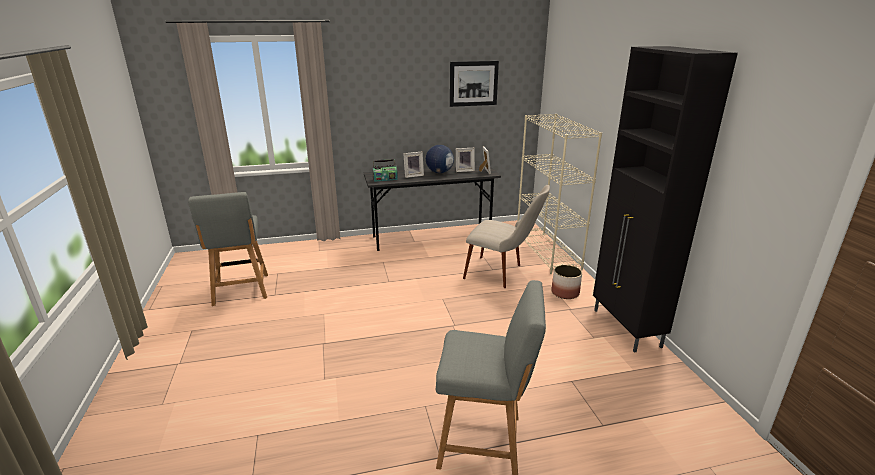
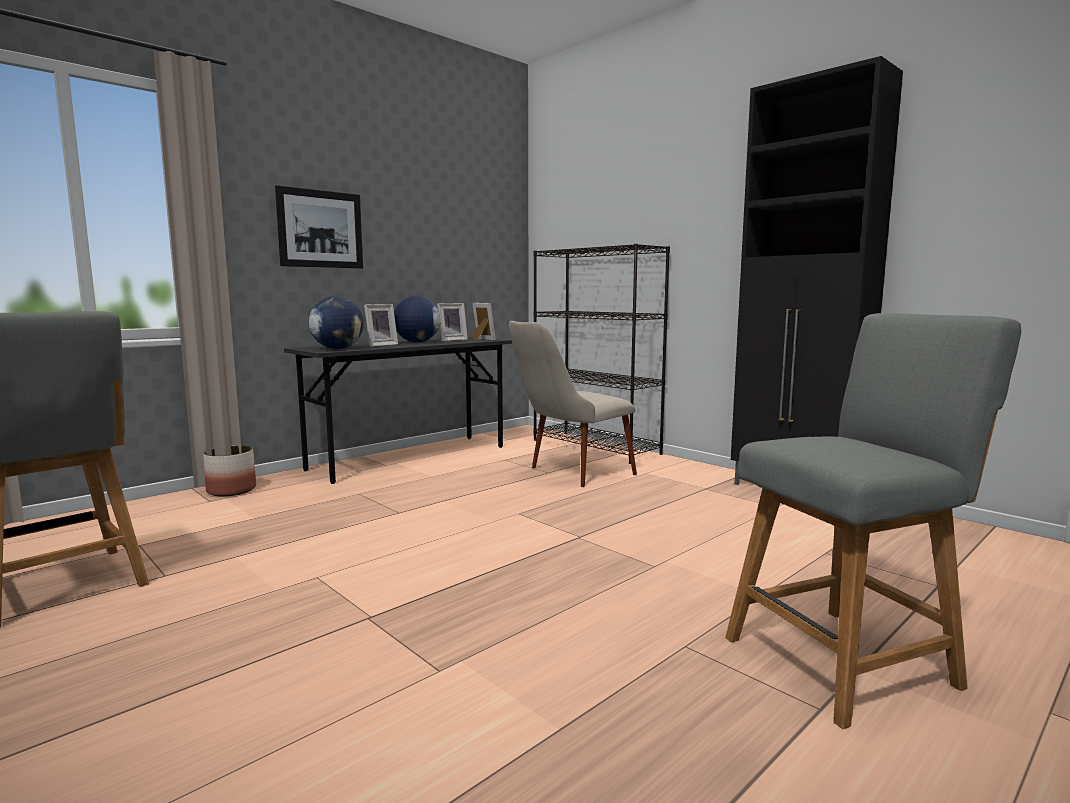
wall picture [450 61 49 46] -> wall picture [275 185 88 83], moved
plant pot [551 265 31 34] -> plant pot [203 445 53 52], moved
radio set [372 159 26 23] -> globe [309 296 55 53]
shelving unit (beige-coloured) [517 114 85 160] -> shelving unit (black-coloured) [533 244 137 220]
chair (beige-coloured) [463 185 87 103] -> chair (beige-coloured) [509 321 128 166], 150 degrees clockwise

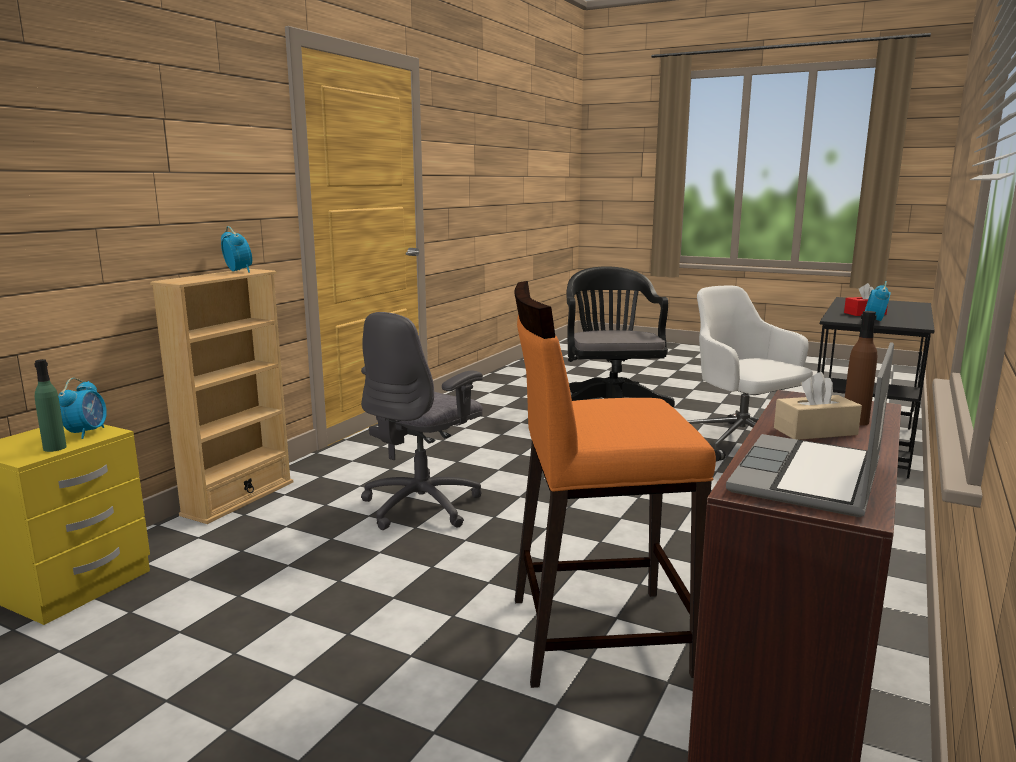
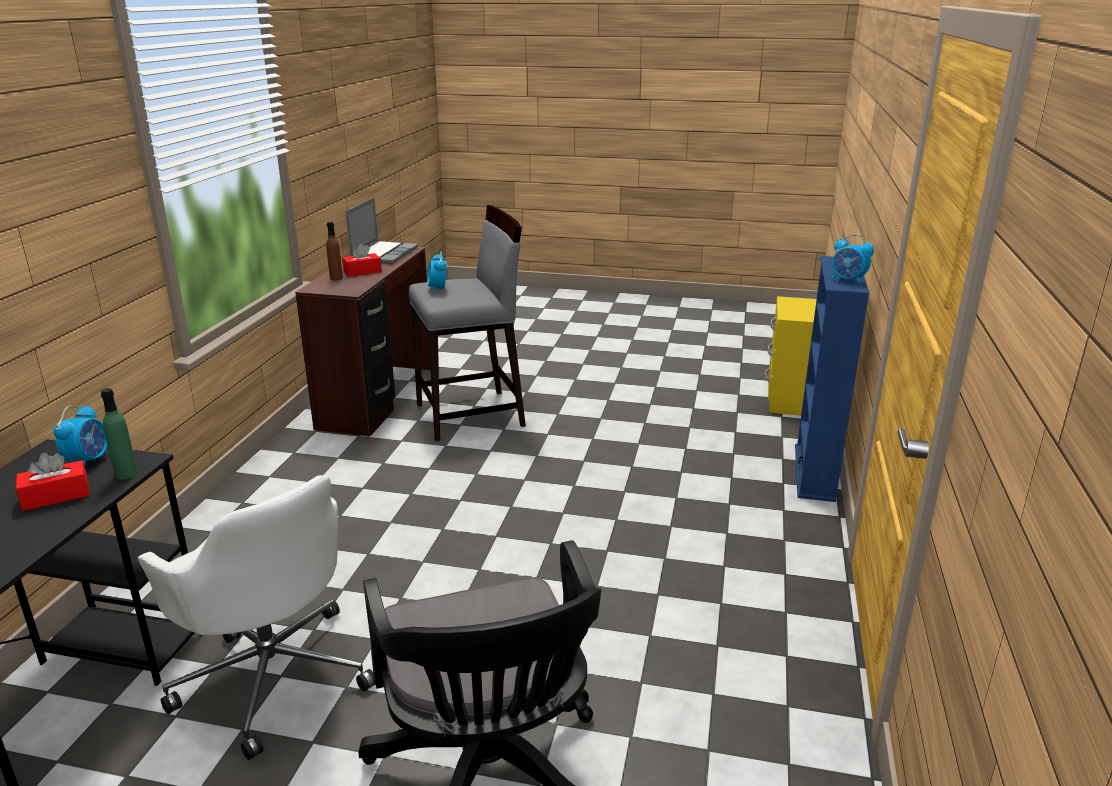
office chair (greyish) [361 312 122 218] -> none
beverage bottle (green-coloured) [34 359 33 93] -> beverage bottle (green-coloured) [101 388 37 92], moved
alarm clock [58 378 49 61] -> alarm clock [428 252 19 41], moved
shelving unit (beige-coloured) [150 269 143 255] -> shelving unit (blue-coloured) [795 256 74 246]
stool seat (orange) [514 281 202 407] -> stool seat (greyish) [409 205 117 236]
tissue holder (beige-coloured) [774 372 88 68] -> tissue holder (reddish) [342 244 40 32]

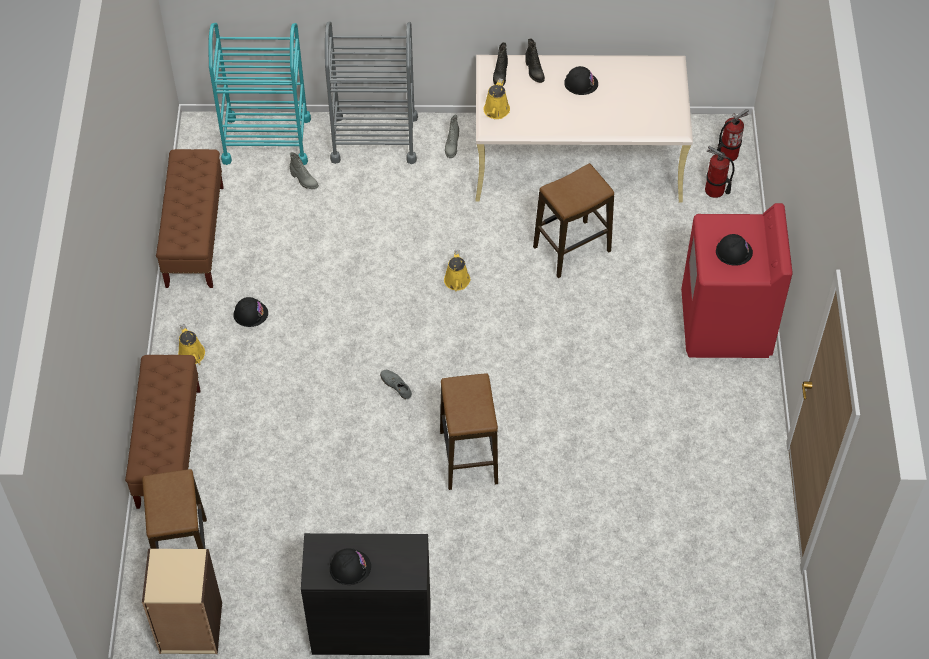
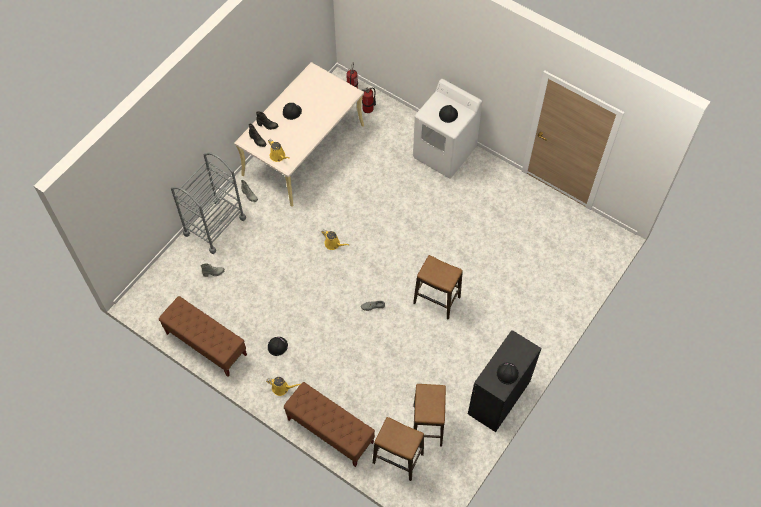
shelving unit (beige-coloured) [142 549 80 105] -> none
cart (turquoise-coloured) [208 23 103 142] -> none
stool seat [533 163 81 115] -> stool seat [413 384 33 63], moved
laundry machine (reddish) [681 203 112 155] -> laundry machine (white) [413 79 69 100]

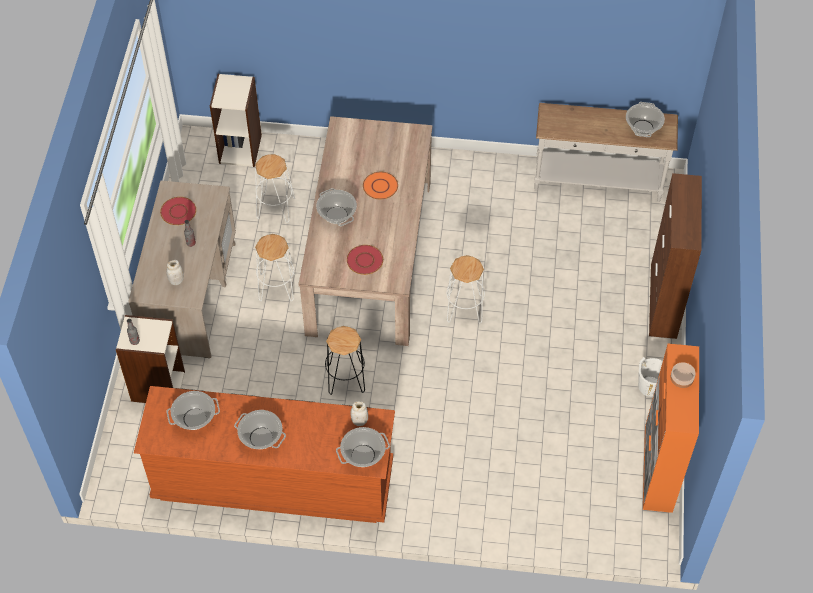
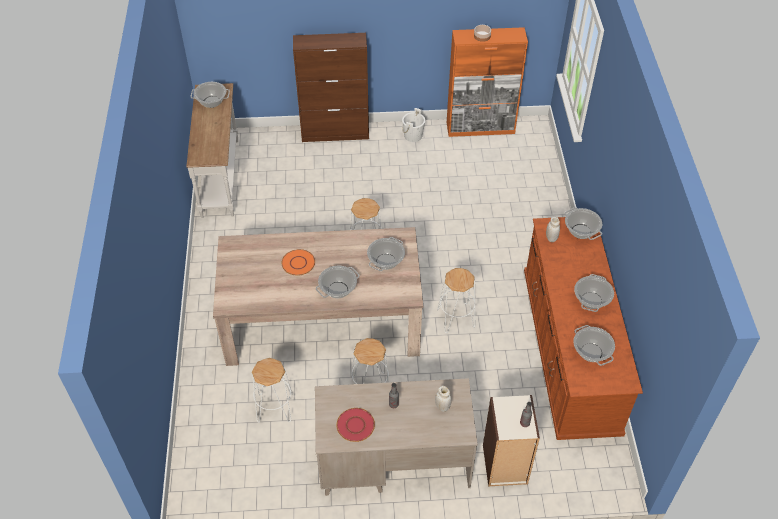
shelving unit [210 74 52 93] -> none
flat dish (reddish) [347 245 36 30] -> saucepot [367 237 38 34]
stool seat (black-coloured) [325 326 40 69] -> stool seat (white) [437 268 38 65]

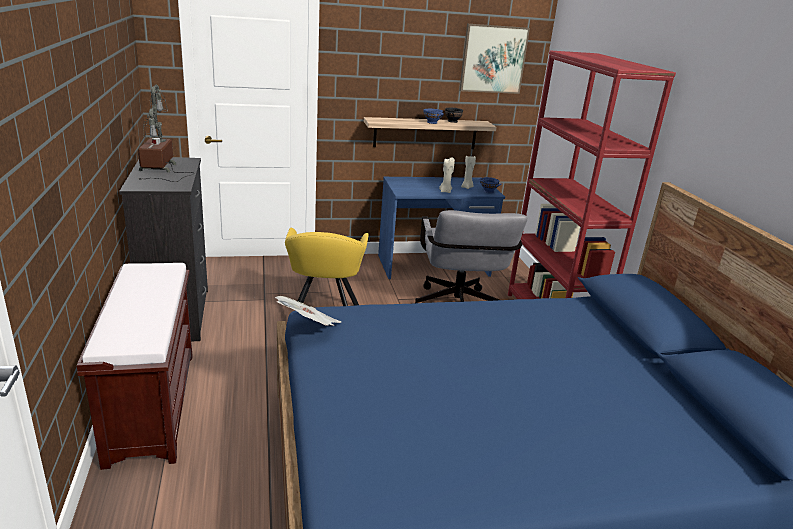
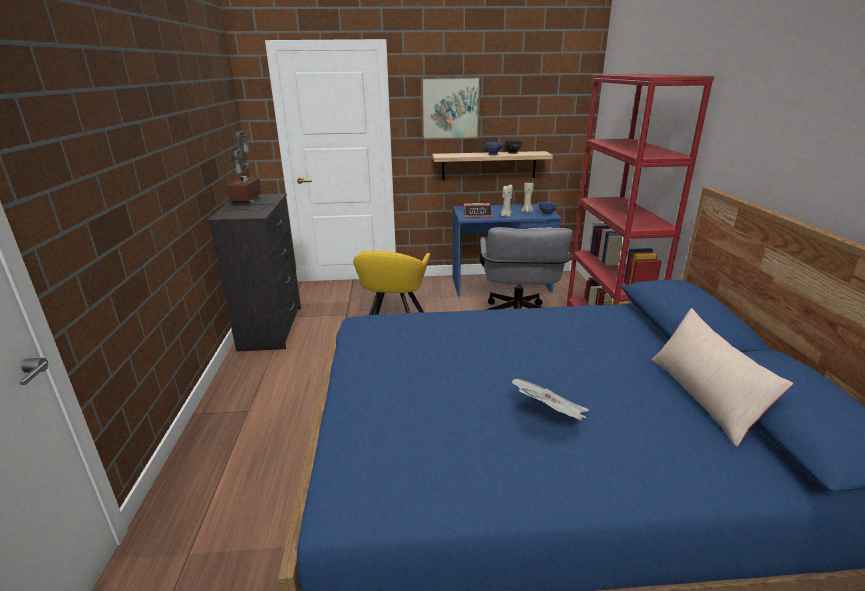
indoor bench (brown) [76 263 117 207] -> none
none -> alarm clock [464 203 28 15]
none -> pillow (beige-coloured) [652 308 141 139]
printed paper [275 296 66 30] -> printed paper [512 379 77 41], moved
wall picture [459 24 71 70] -> wall picture [421 77 60 63], moved

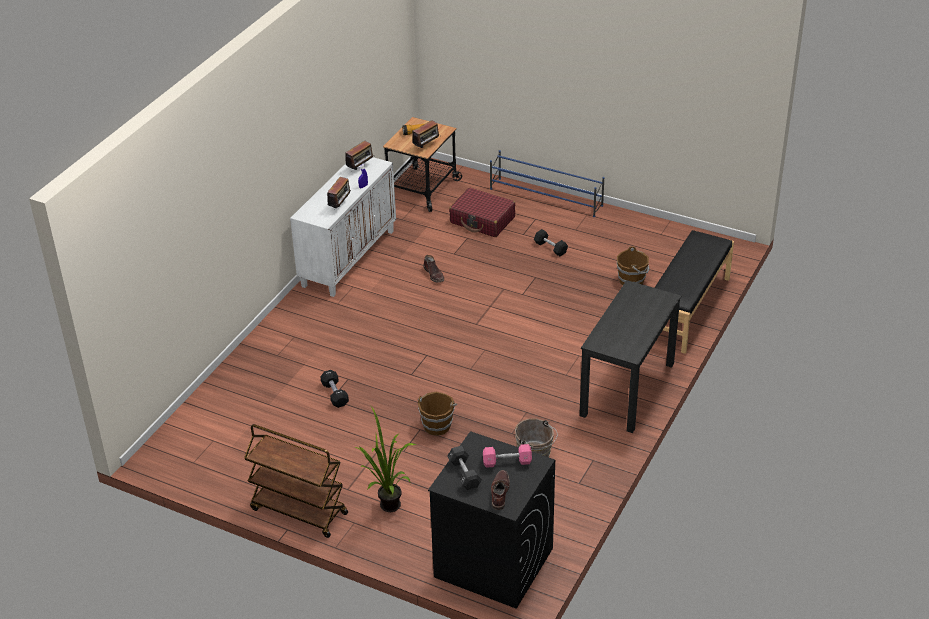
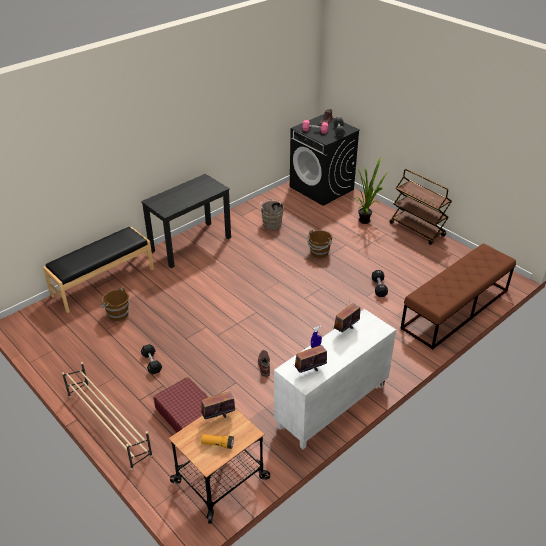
none -> indoor bench (brown) [400 243 116 107]
shoe rack (blue-coloured) [490 150 115 67] -> shoe rack (beige-coloured) [62 362 91 108]

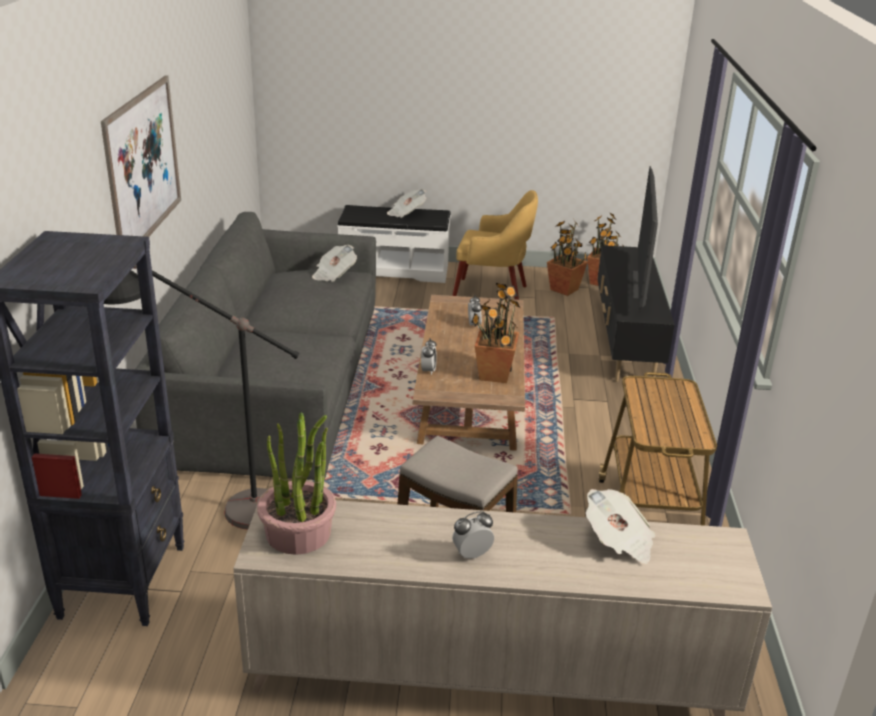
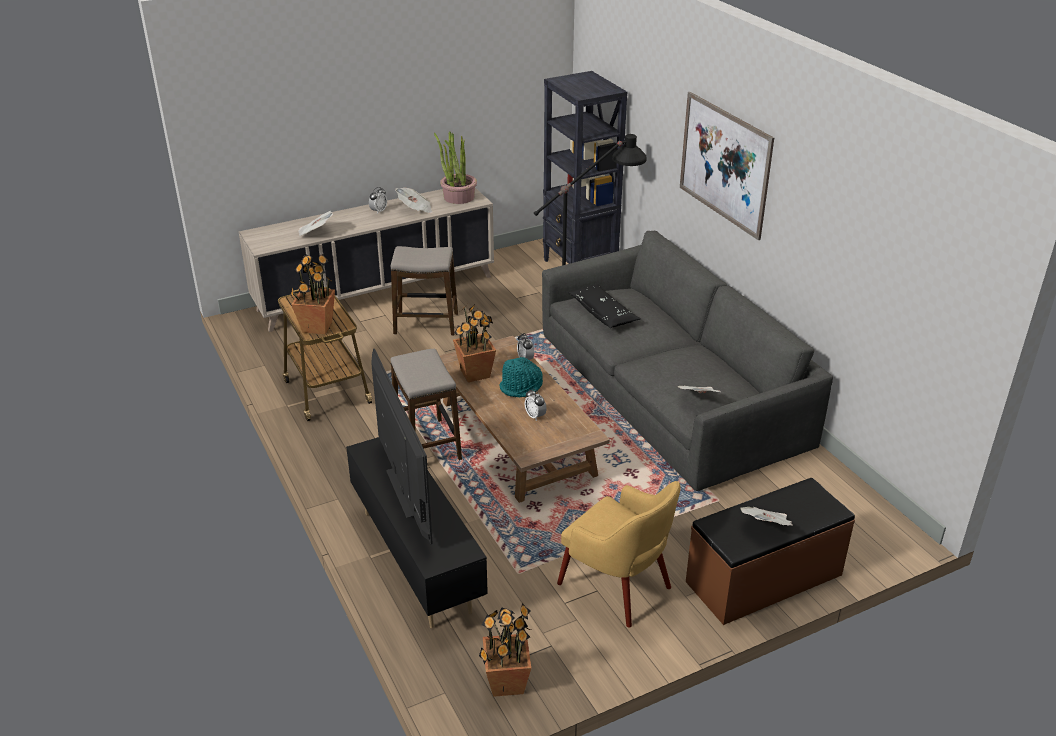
none -> stool seat [390 349 72 111]
none -> printed paper [395 188 37 25]
none -> wearable hat (turquoise-coloured) [500 357 43 40]
none -> pillow (black-coloured) [568 284 73 44]
plant in a pot [547 220 41 76] -> plant in a pot [290 254 45 80], moved
indoor bench (white) [337 205 114 78] -> indoor bench (brown) [686 478 169 147]
lounge chair (yellowish) [452 190 86 110] -> lounge chair (yellowish) [557 481 123 147], 120 degrees counterclockwise

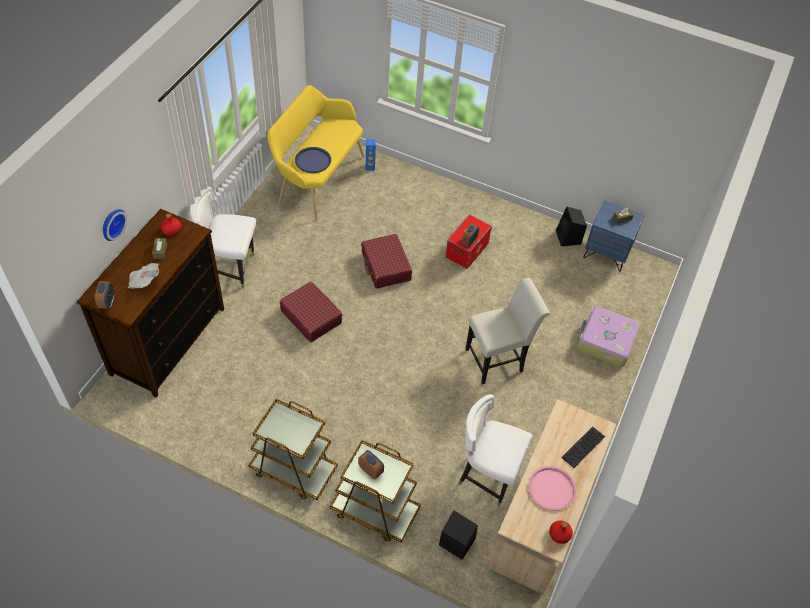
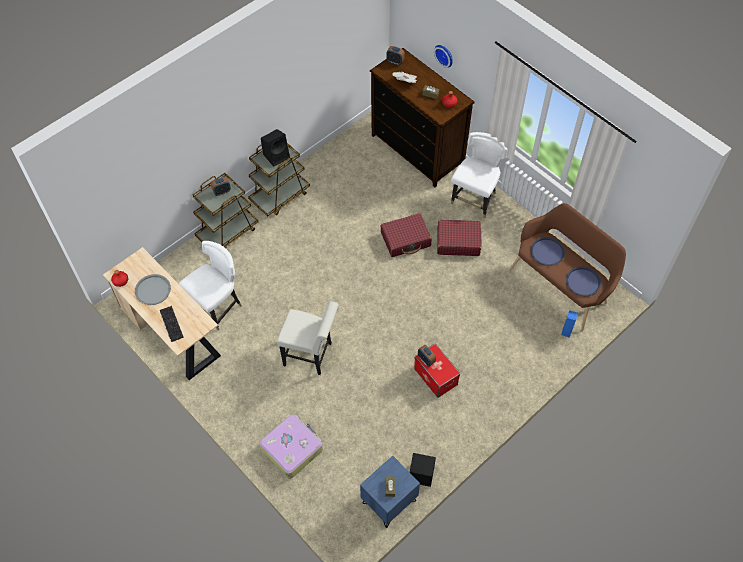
none -> tray (blue-coloured) [566 266 35 30]
travel case (reddish) [361 234 51 55] -> travel case (reddish) [437 220 44 36], moved
loudspeaker (black-coloured) [439 511 39 49] -> loudspeaker (black-coloured) [261 129 29 38], moved
indoor bench (yellowish) [267 85 97 136] -> indoor bench (brown) [509 203 117 128]
tray (pink-coloured) [528 466 48 45] -> tray (greyish) [135 274 36 31]
chair (white) [465 278 85 106] -> chair (white) [277 302 62 73], 75 degrees counterclockwise

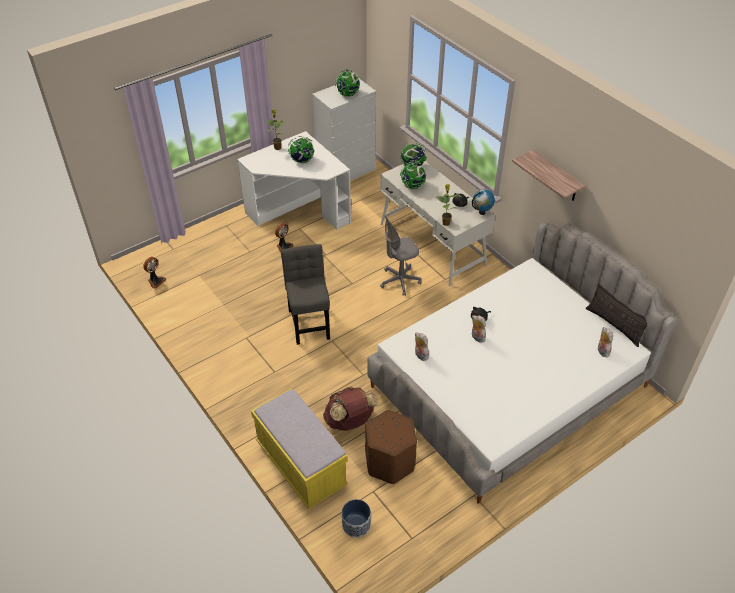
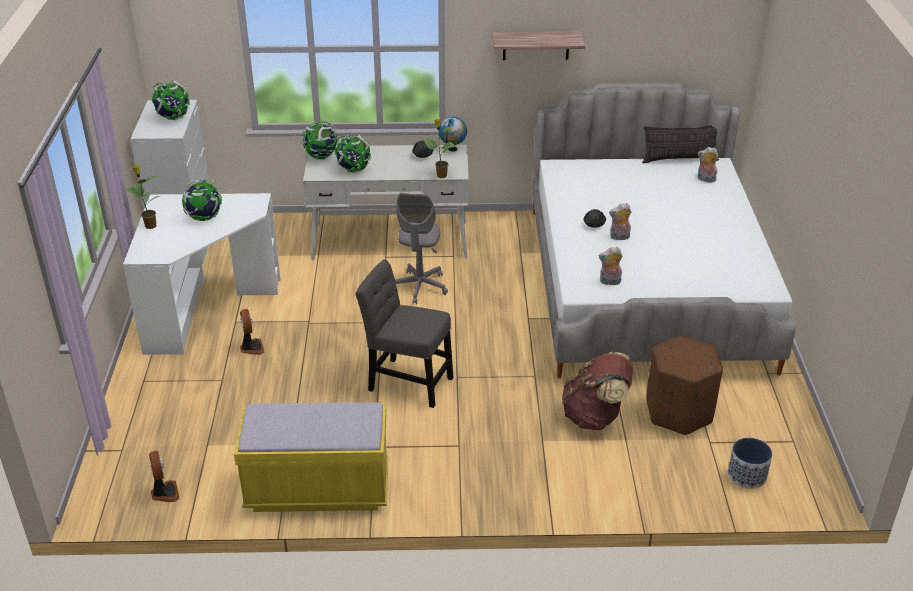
indoor bench (yellowish) [251 388 97 121] -> indoor bench (yellowish) [234 402 155 110], moved

